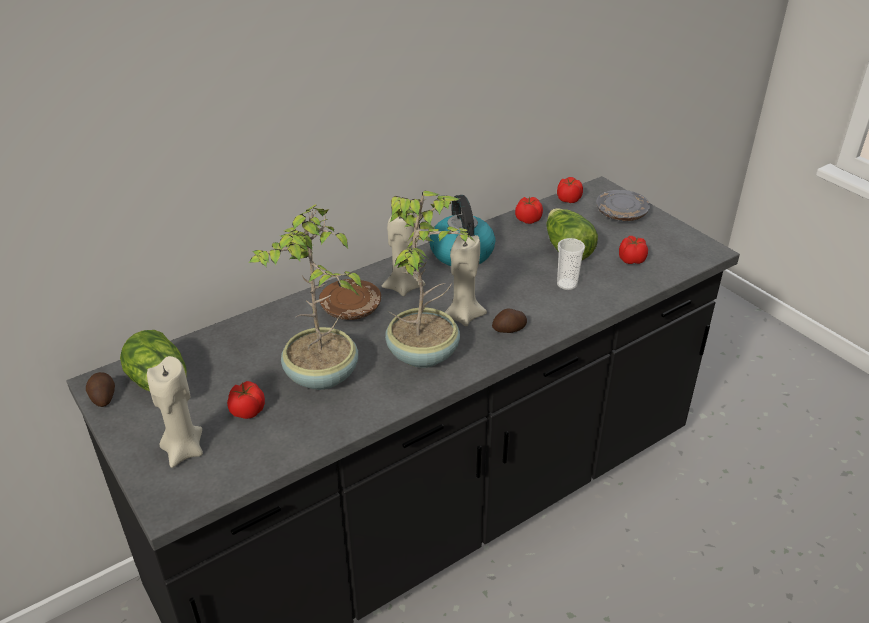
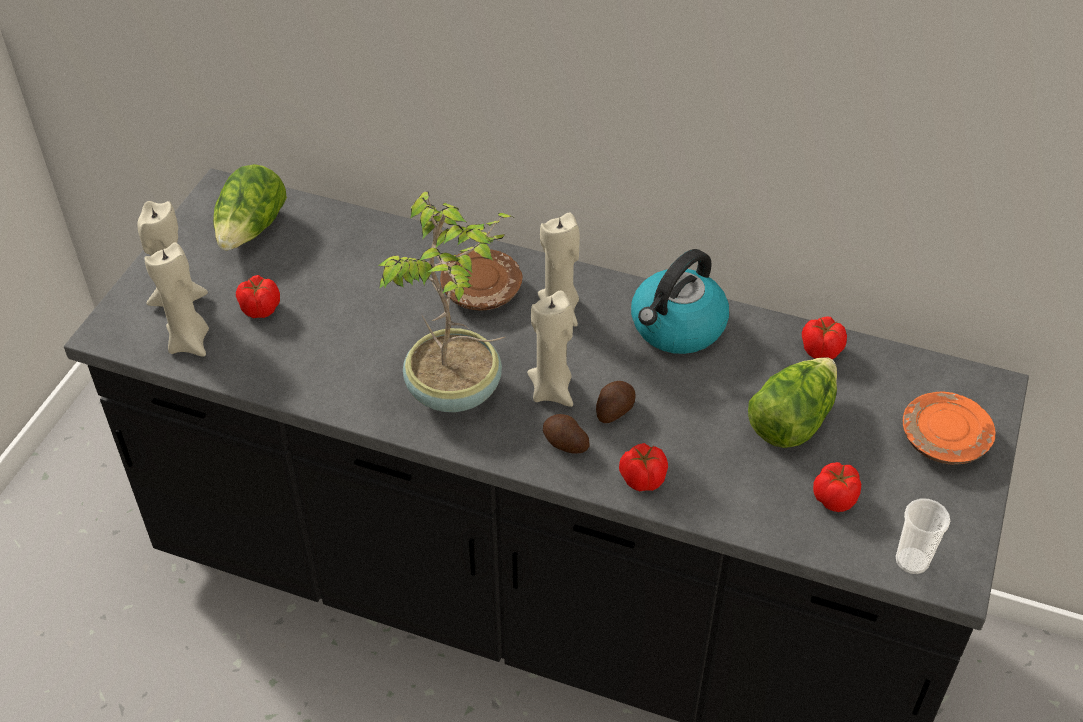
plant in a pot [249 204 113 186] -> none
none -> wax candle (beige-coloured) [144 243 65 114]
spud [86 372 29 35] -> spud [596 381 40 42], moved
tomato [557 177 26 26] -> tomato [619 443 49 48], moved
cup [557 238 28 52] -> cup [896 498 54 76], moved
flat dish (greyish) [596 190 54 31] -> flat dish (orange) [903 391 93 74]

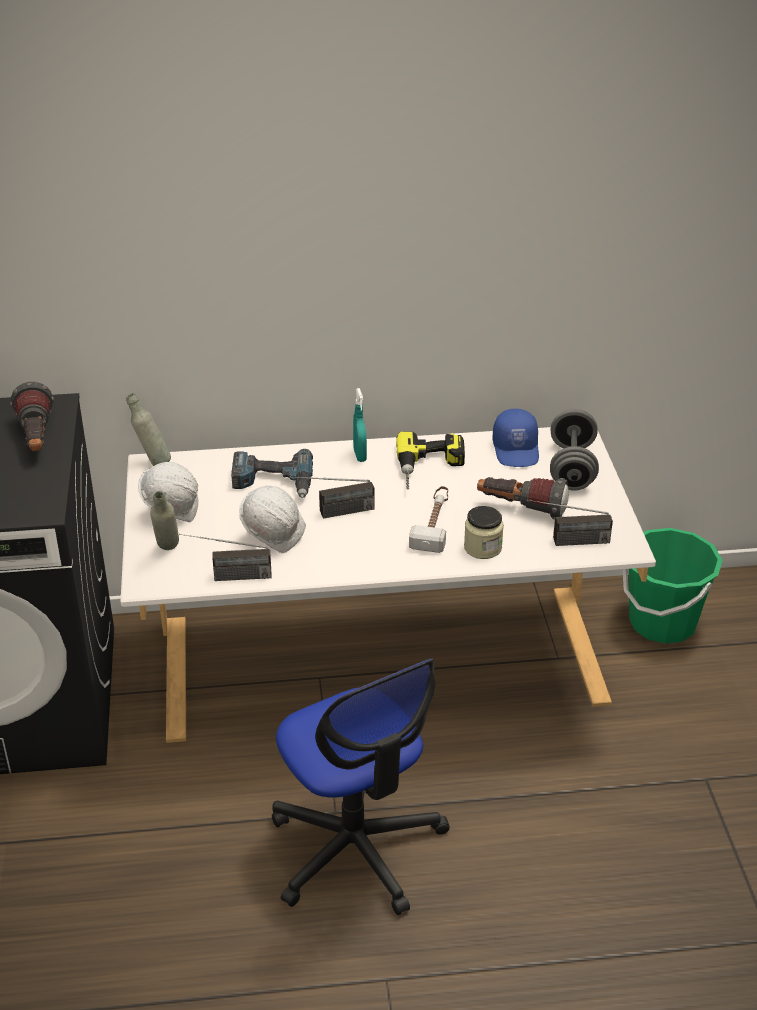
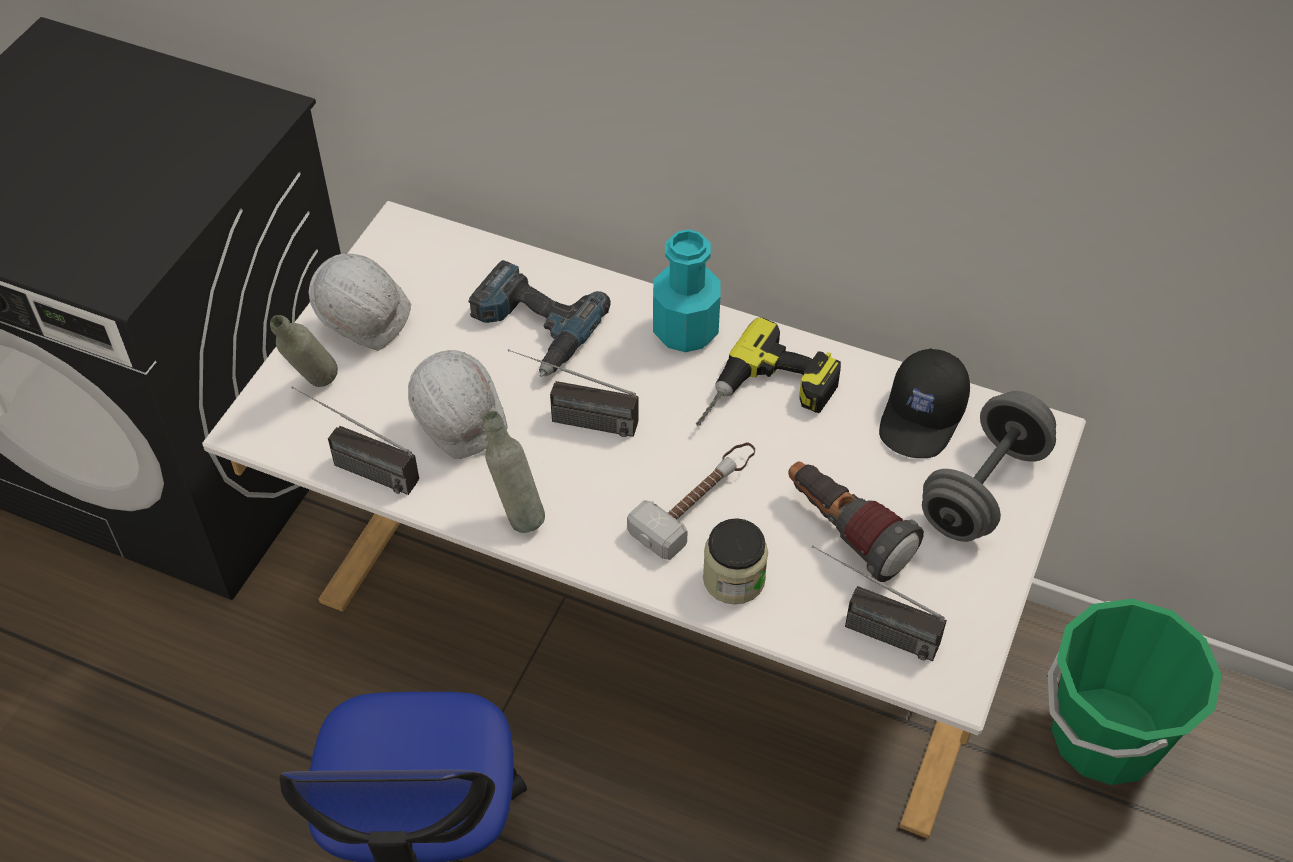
flashlight [10 382 44 69] -> none
beverage bottle (greyish) [126 393 45 73] -> beverage bottle (greyish) [483 411 62 122], moved
hand sprayer (turquoise-coloured) [353 388 14 74] -> beverage bottle (turquoise-coloured) [653 229 67 123]
peaked cap (blue-coloured) [493 409 46 58] -> peaked cap (black-coloured) [879 348 91 110]

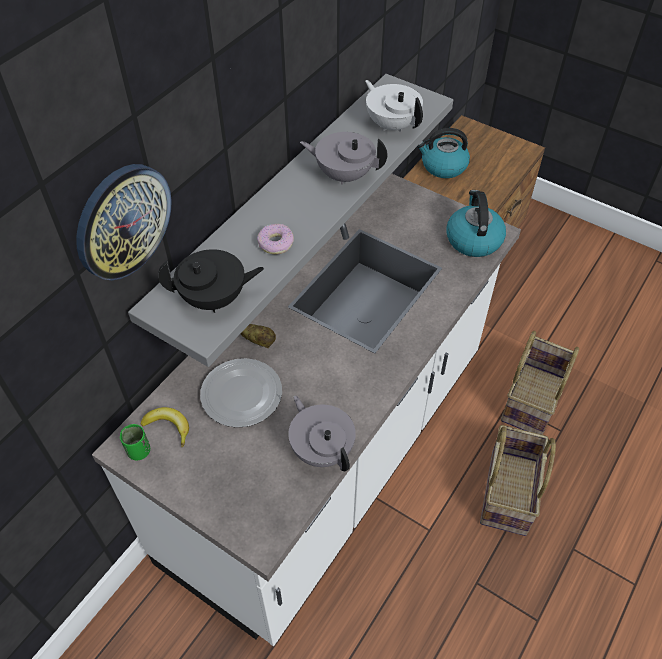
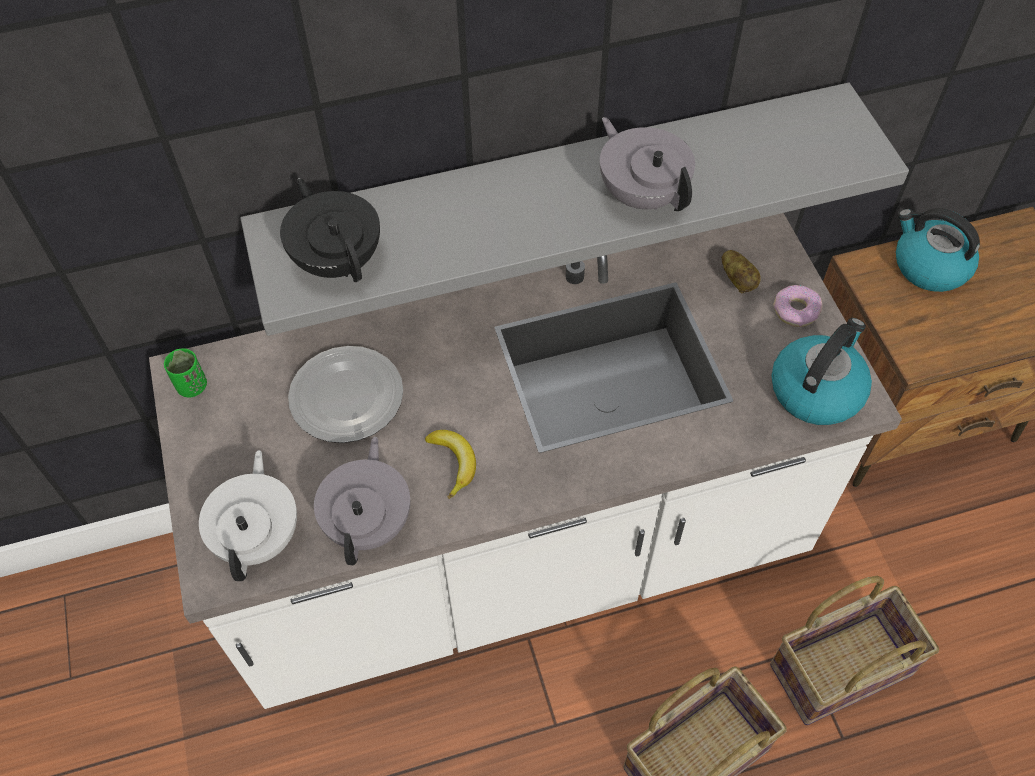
hanging clock [76 164 96 116] -> none
banana fruit [141 407 48 40] -> banana fruit [425 430 51 69], moved
spud [241 324 35 24] -> spud [721 250 40 43], moved
donut [257 224 37 31] -> donut [773 285 49 42], moved
tea pot (white) [365 80 58 52] -> tea pot (white) [199 450 98 131], moved
tea pot (black-coloured) [158 249 106 64] -> tea pot (black-coloured) [280 178 100 104], 150 degrees counterclockwise

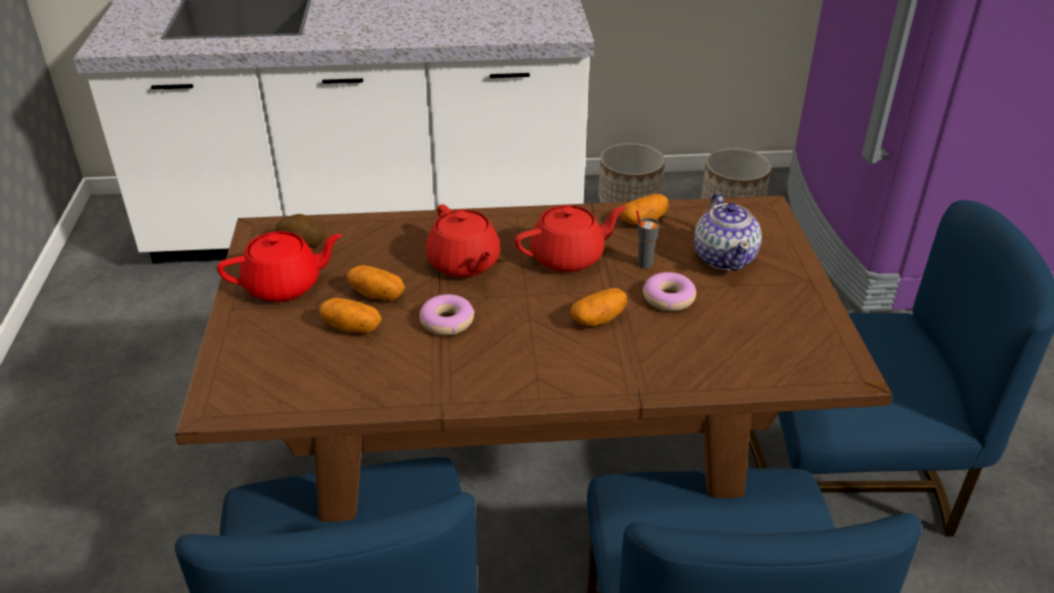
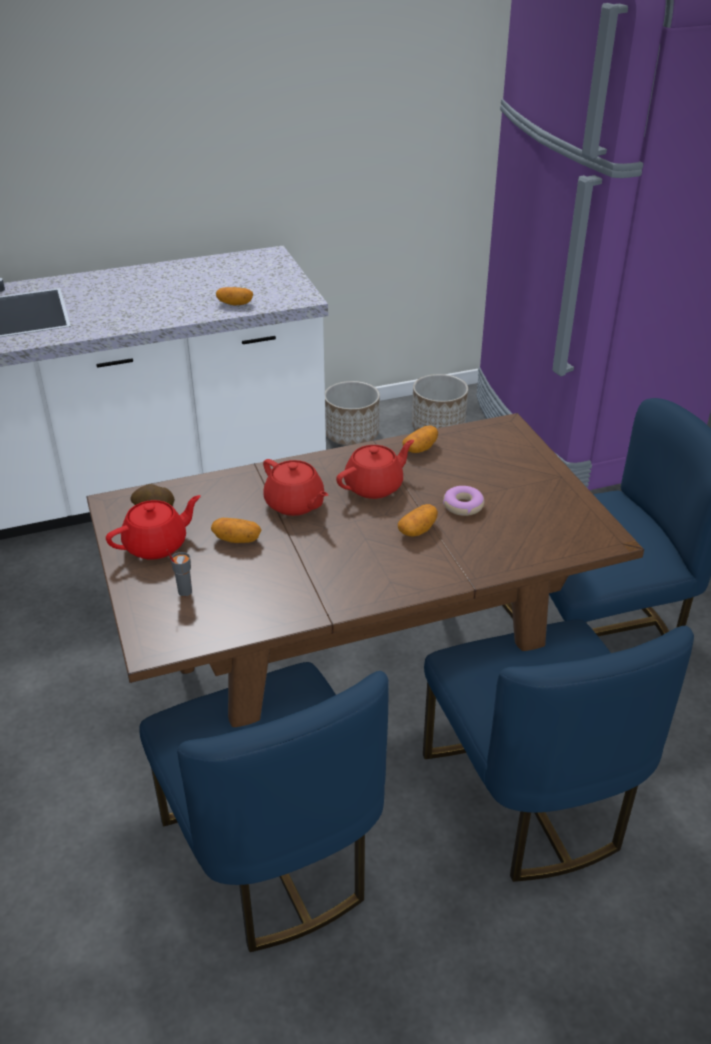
donut [420 294 55 41] -> none
tea pot [694 193 68 78] -> none
spud [319 298 63 35] -> spud [216 287 37 18], moved
cup (greyish) [636 211 24 57] -> cup (greyish) [166 549 26 47], moved

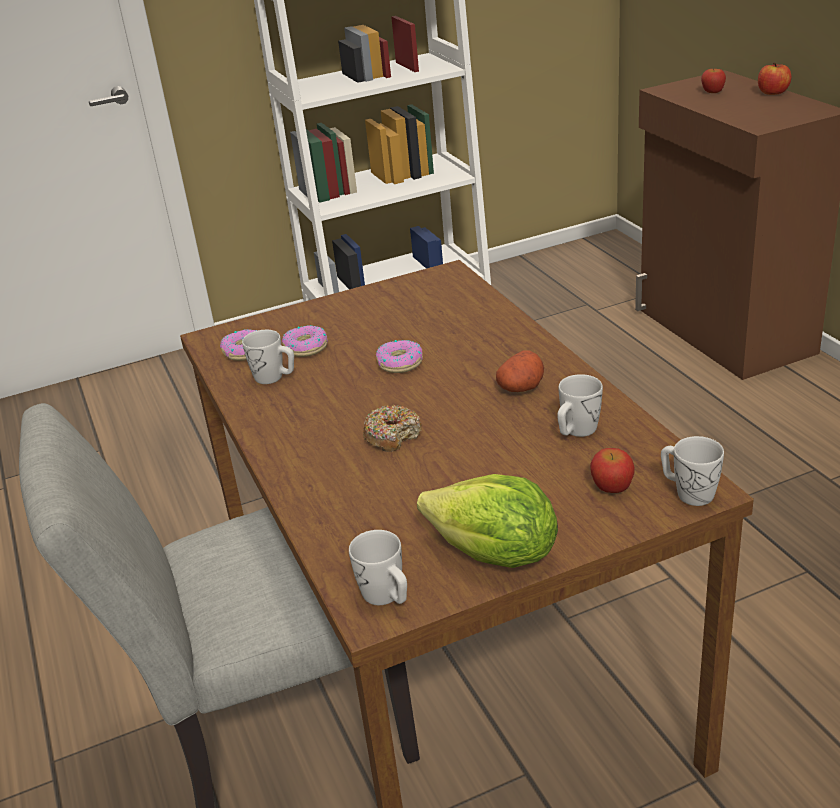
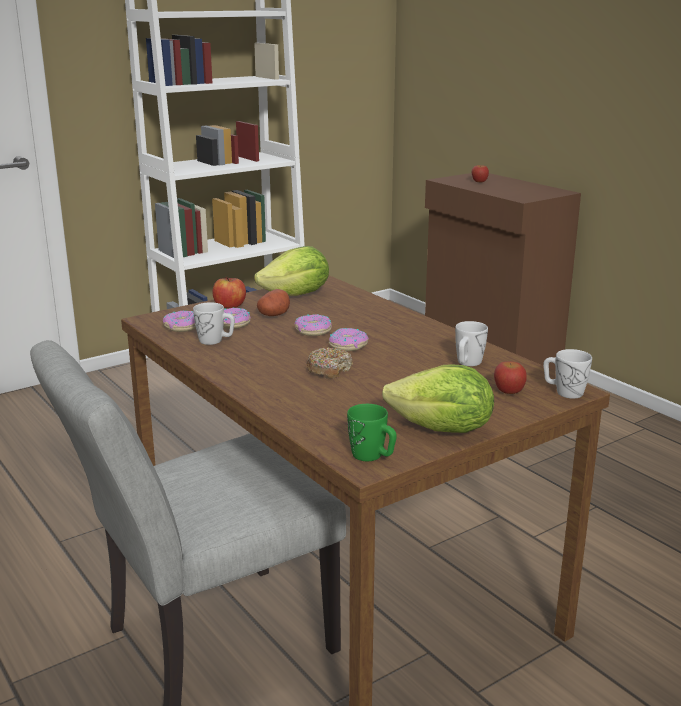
none -> lettuce head [254 246 75 50]
none -> donut [329 328 40 23]
spud [496 350 48 42] -> spud [257 289 33 27], moved
apple [758 63 33 32] -> apple [213 277 33 32], moved
coffee mug (white) [349 530 58 75] -> coffee mug (green-coloured) [347 404 49 57]

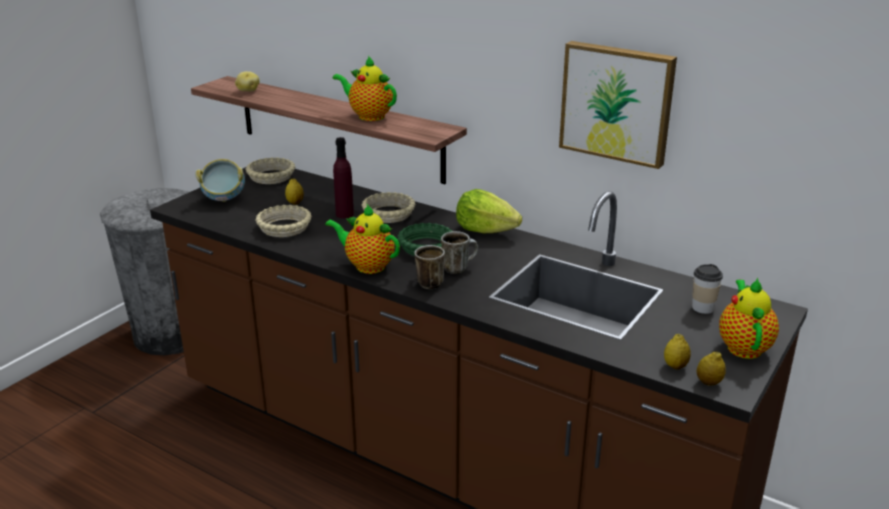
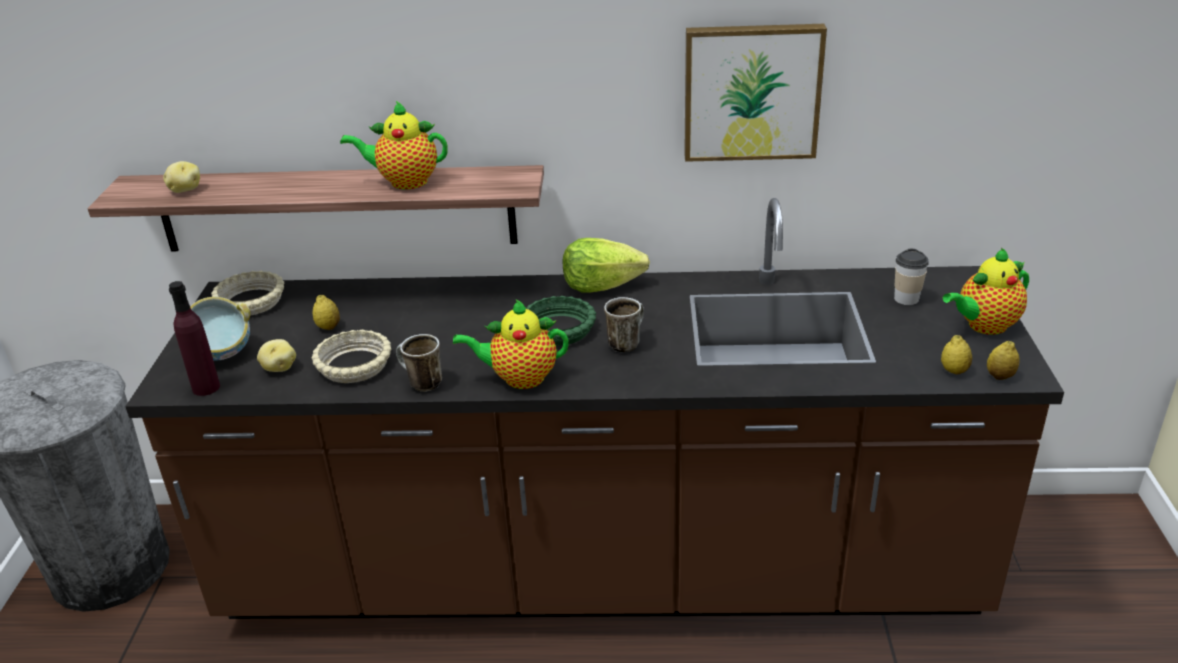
deep dish (beige-coloured) [362 192 54 31] -> none
none -> spud [257 339 39 33]
beverage bottle (purple-coloured) [333 137 21 82] -> beverage bottle (purple-coloured) [169 281 51 115], moved
coffee mug [414 245 31 44] -> coffee mug [396 334 46 58], moved
tea pot [719 278 60 81] -> tea pot [943 248 86 87], 90 degrees counterclockwise

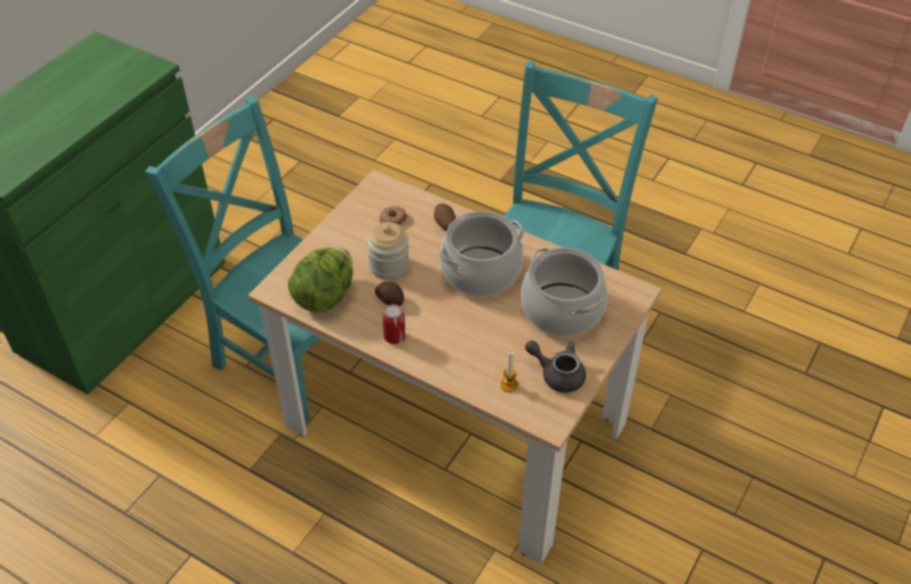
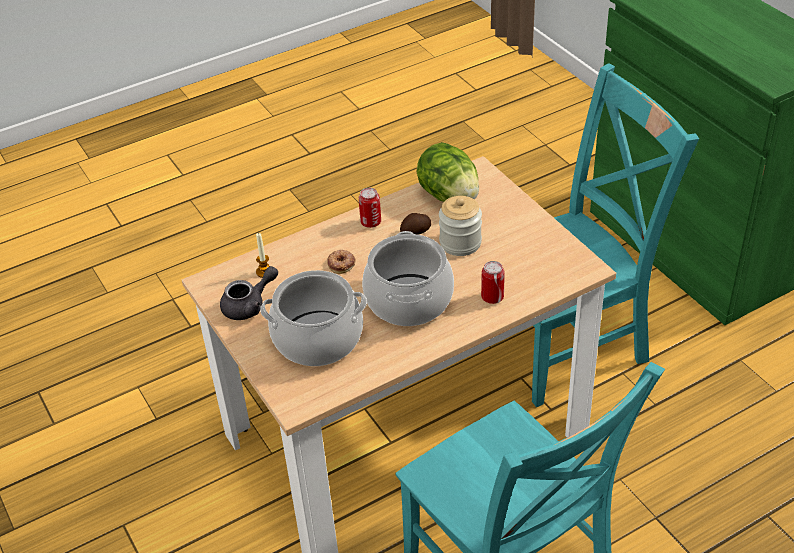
donut [379 206 28 20] -> donut [327 250 29 24], moved
spud [434 203 22 28] -> sealed can [481 261 24 43]

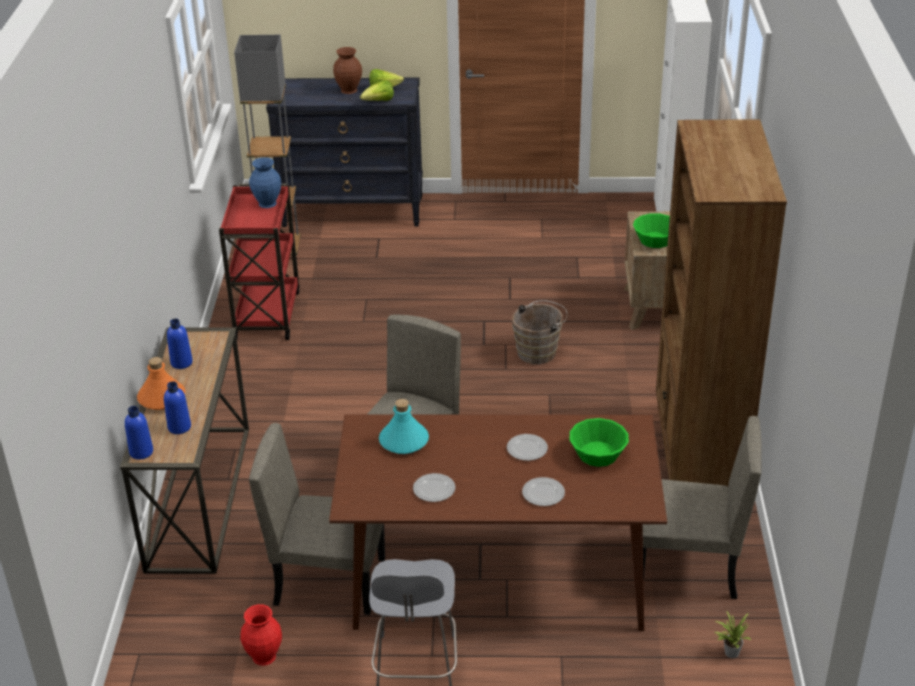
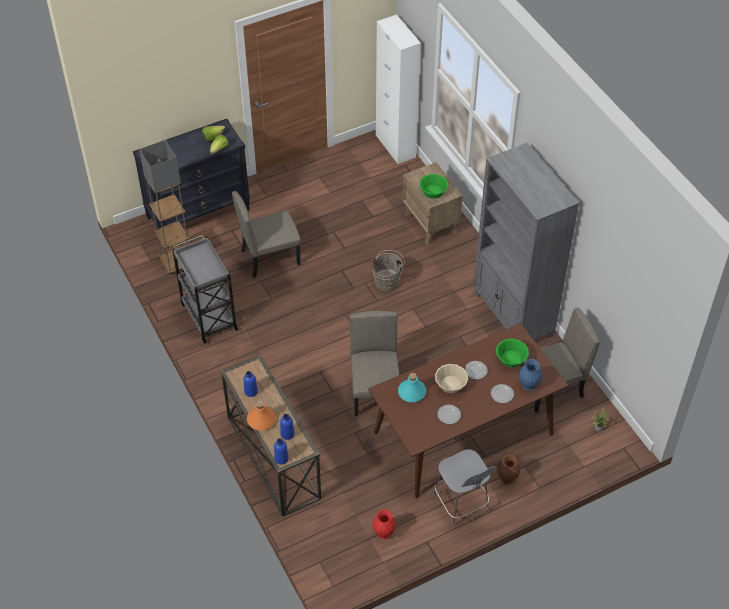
none -> deep dish (beige-coloured) [435 364 33 29]
flower vase (blue-coloured) [249 157 32 51] -> flower vase (blue-coloured) [519 359 23 31], moved
chair (beige-coloured) [249 423 136 192] -> chair (beige-coloured) [232 191 69 87], moved
flower vase (brown) [333 47 29 47] -> flower vase (brown) [498 455 22 29], moved
cart (reddish) [219 183 81 157] -> cart (greyish) [172 235 67 109]
shelving unit (brown) [656 119 131 367] -> shelving unit (greyish) [474 143 105 197]

